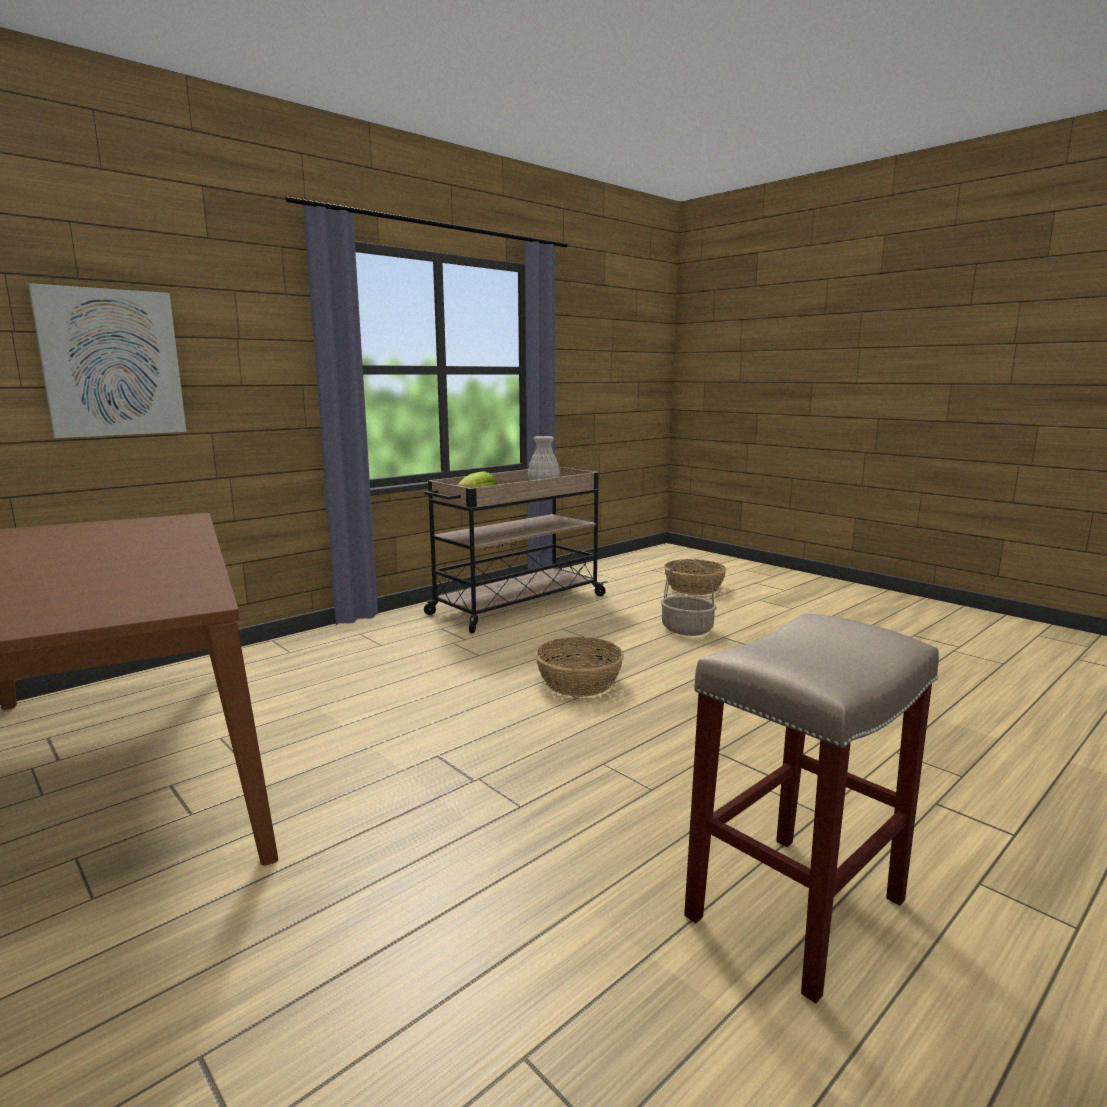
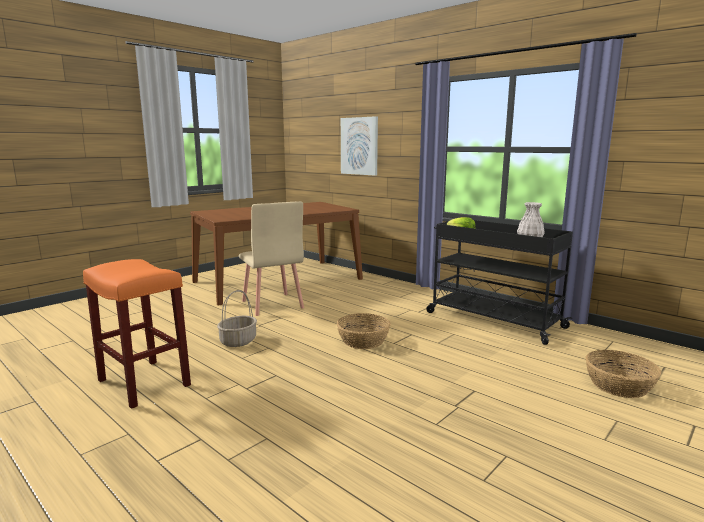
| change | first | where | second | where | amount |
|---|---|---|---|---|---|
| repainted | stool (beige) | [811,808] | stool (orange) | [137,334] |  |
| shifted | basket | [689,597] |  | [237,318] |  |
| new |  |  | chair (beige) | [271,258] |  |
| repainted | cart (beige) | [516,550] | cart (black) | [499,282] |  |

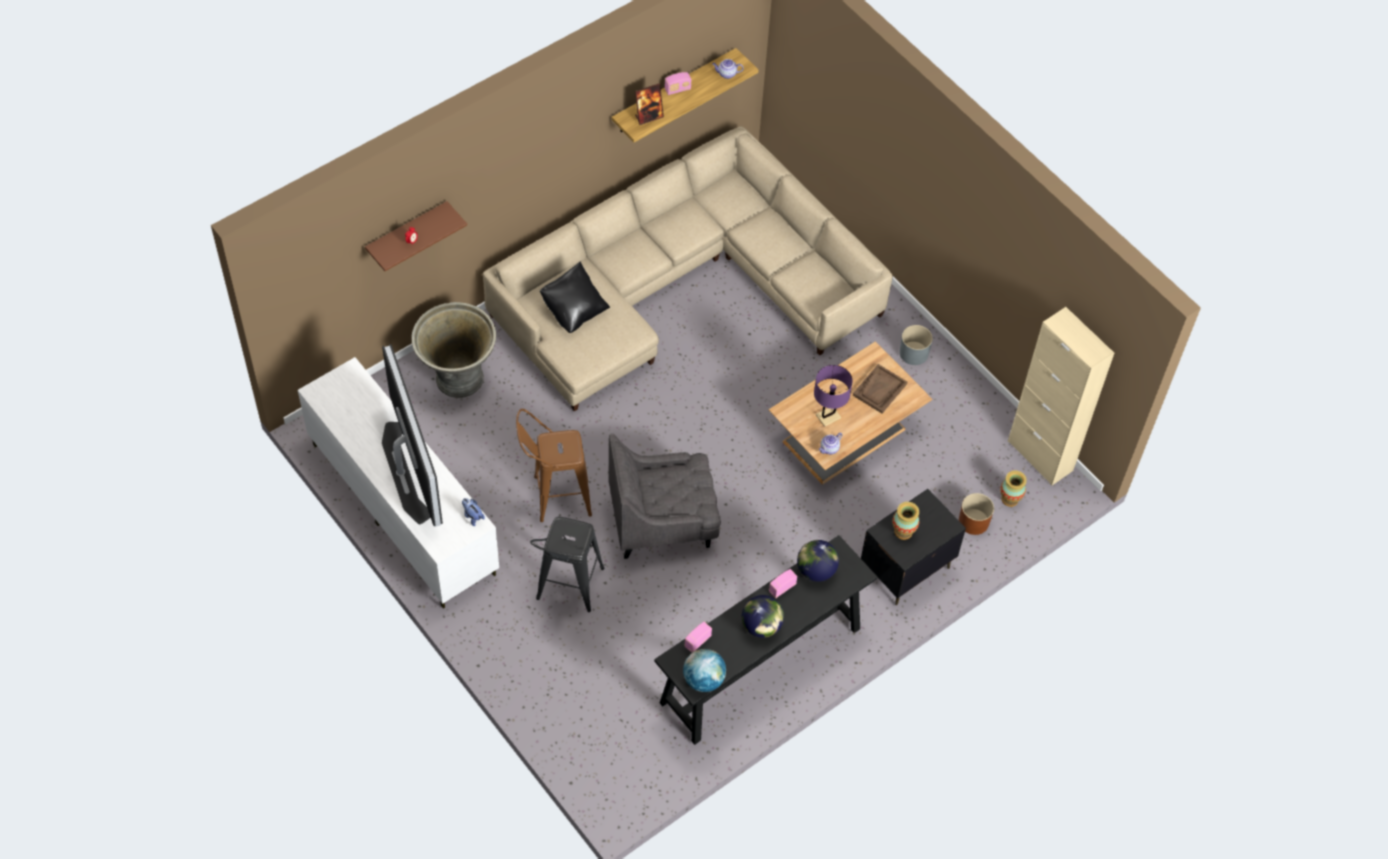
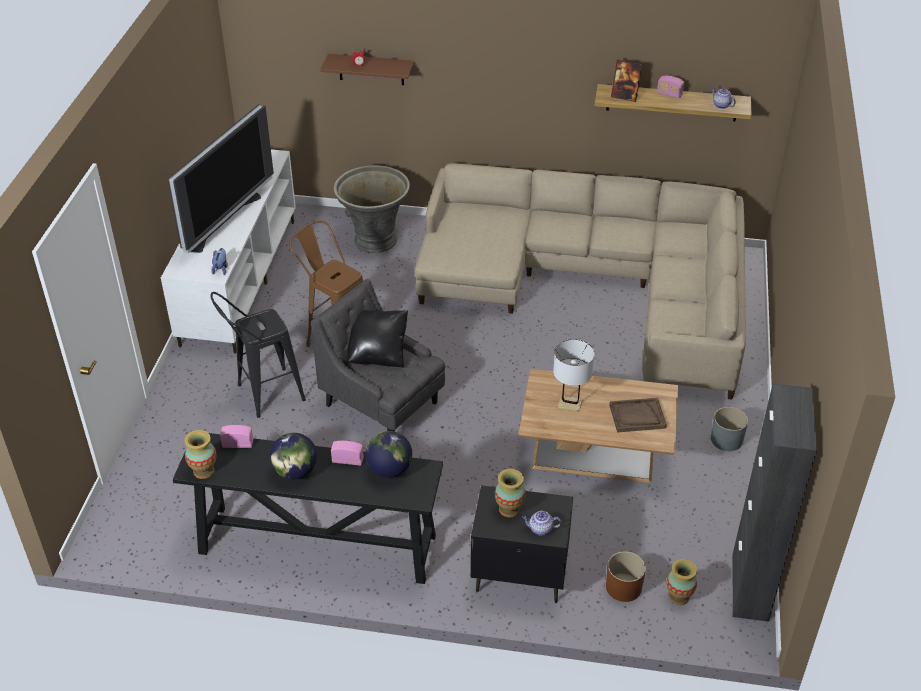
| change | first | where | second | where | amount |
|---|---|---|---|---|---|
| swapped | globe | [704,670] | vase | [200,454] |  |
| shifted | pillow (black) | [575,297] |  | [377,339] |  |
| shifted | teapot | [830,443] |  | [542,523] |  |
| repainted | table lamp (purple) | [833,396] | table lamp (white) | [574,375] |  |
| repainted | cabinet (beige) | [1061,396] | cabinet (black) | [774,503] |  |

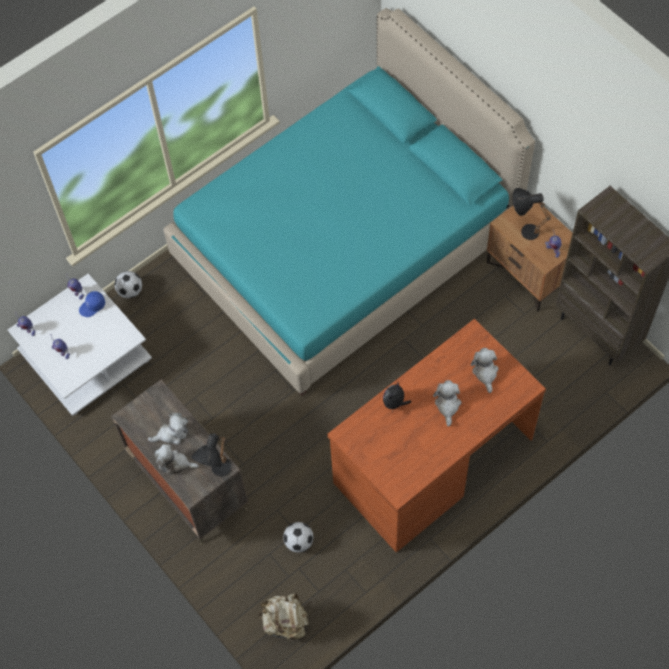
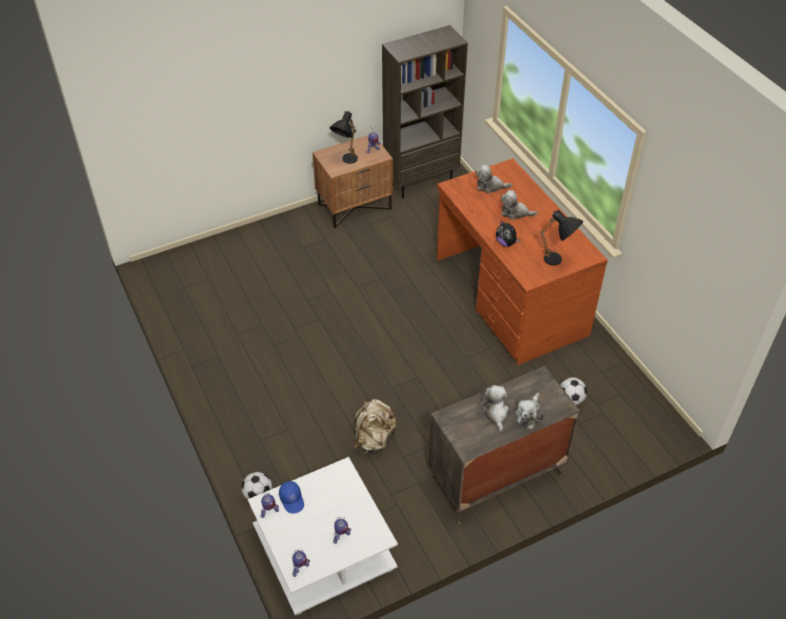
| change | first | where | second | where | amount |
|---|---|---|---|---|---|
| shifted | backpack (beige) | [283,618] |  | [375,426] |  |
| shifted | table lamp (black) | [211,455] |  | [561,237] |  |
| gone | bed (turquoise) | [349,202] |  |  |  |

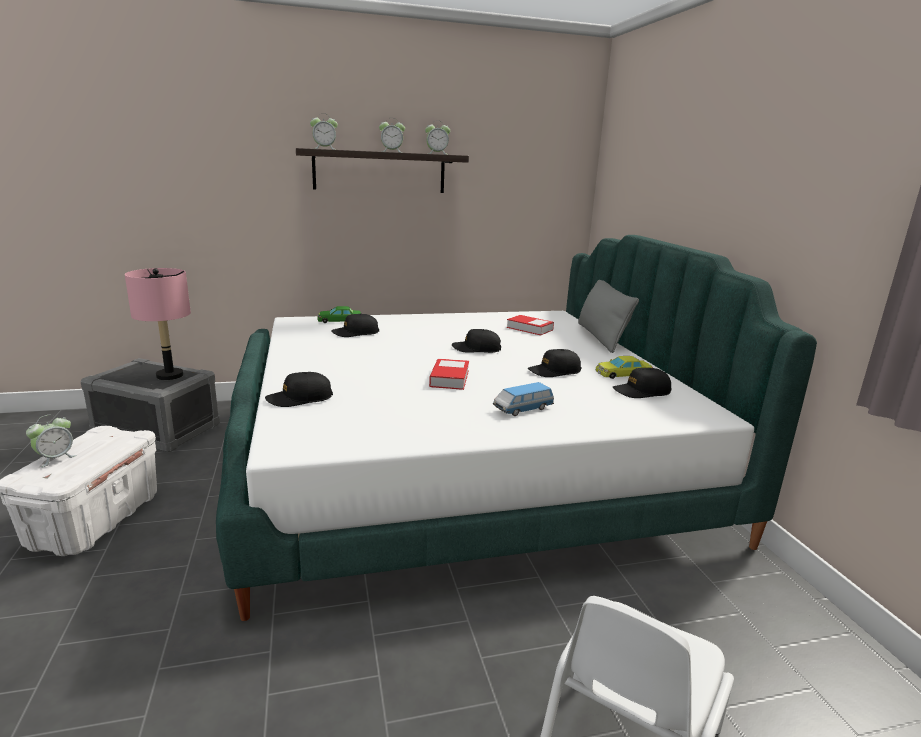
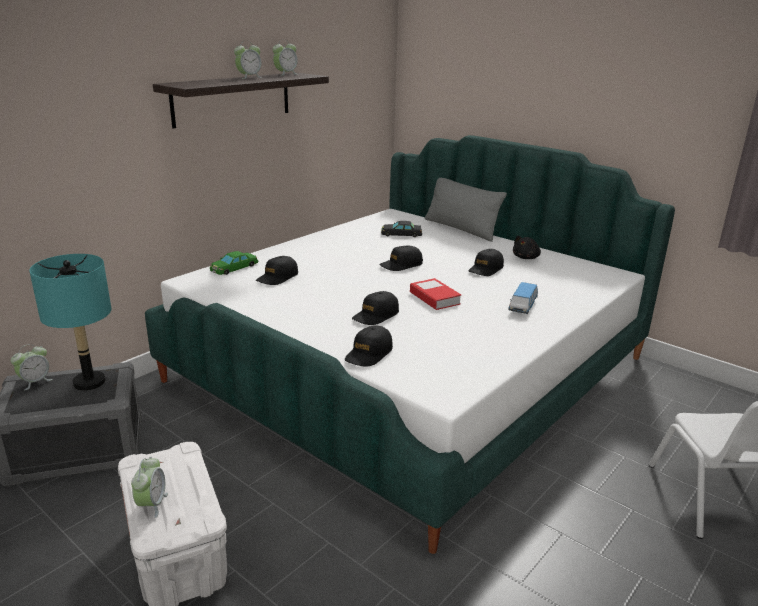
| change | first | where | second | where | amount |
|---|---|---|---|---|---|
| shifted | alarm clock | [324,131] |  | [32,367] |  |
| repainted | table lamp (pink) | [158,324] | table lamp (turquoise) | [70,322] |  |
| shifted | cap (black) | [642,383] |  | [375,308] |  |
| swapped | book | [530,325] | toy car (black) | [401,229] |  |
| swapped | toy car (yellow) | [624,367] | plush toy (black) | [527,247] |  |

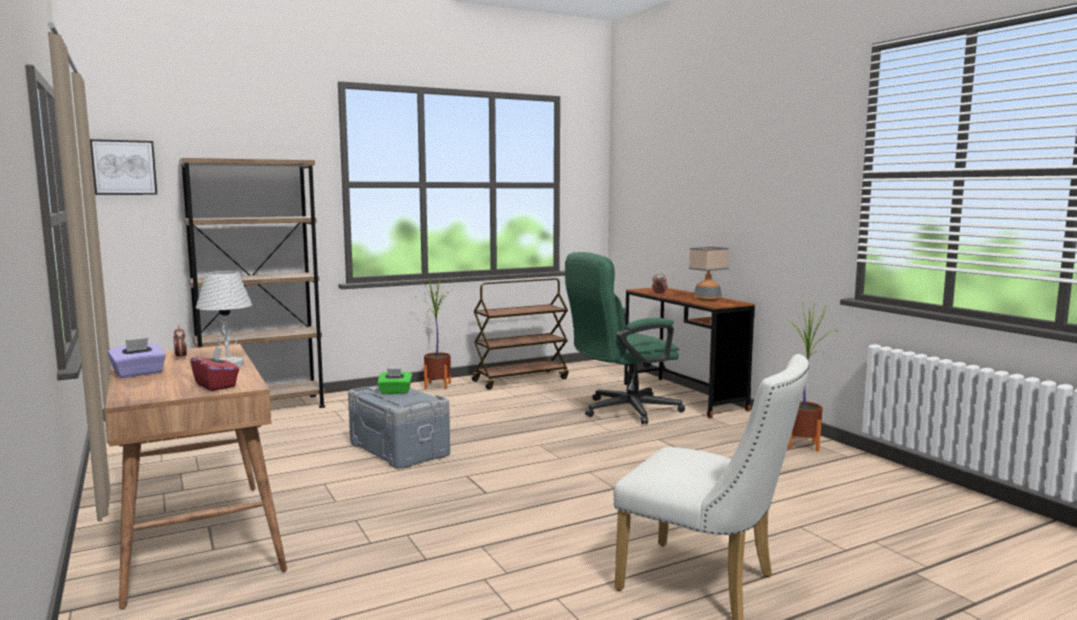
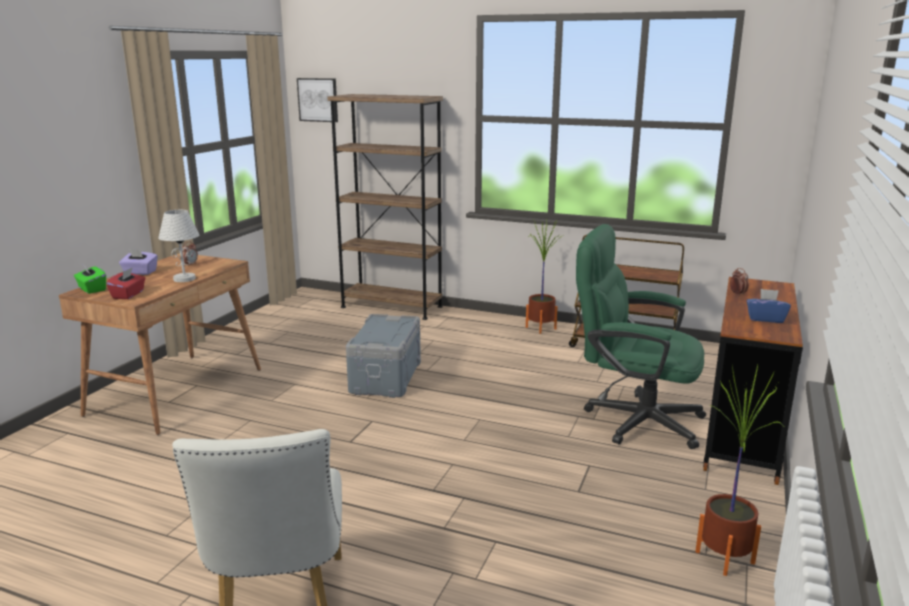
| change | first | where | second | where | amount |
|---|---|---|---|---|---|
| shifted | tissue box (green) | [394,381] |  | [90,279] |  |
| swapped | table lamp | [709,274] | tissue box (blue) | [769,306] |  |

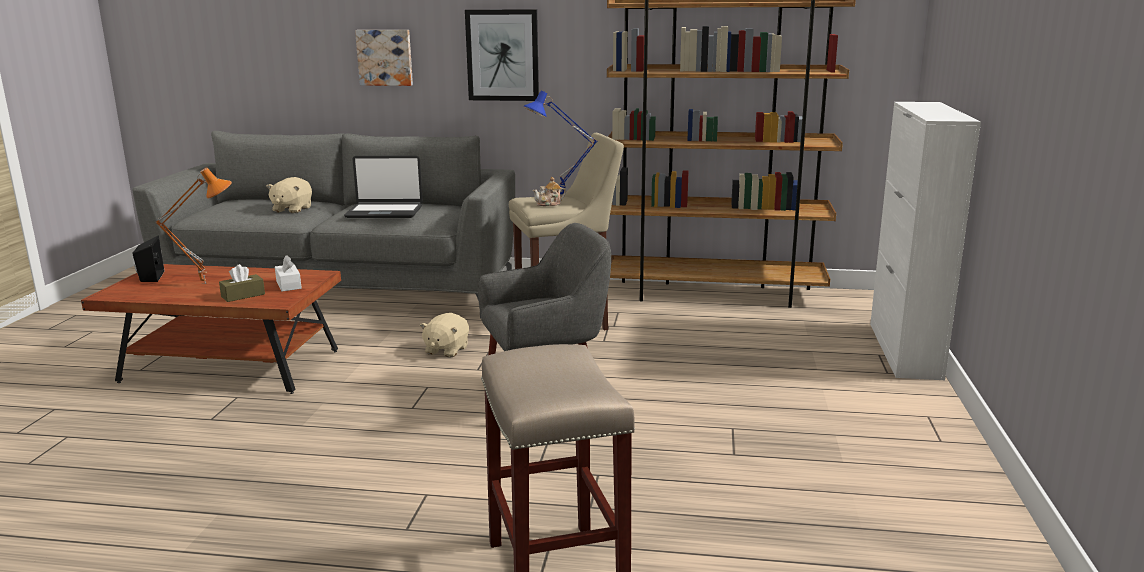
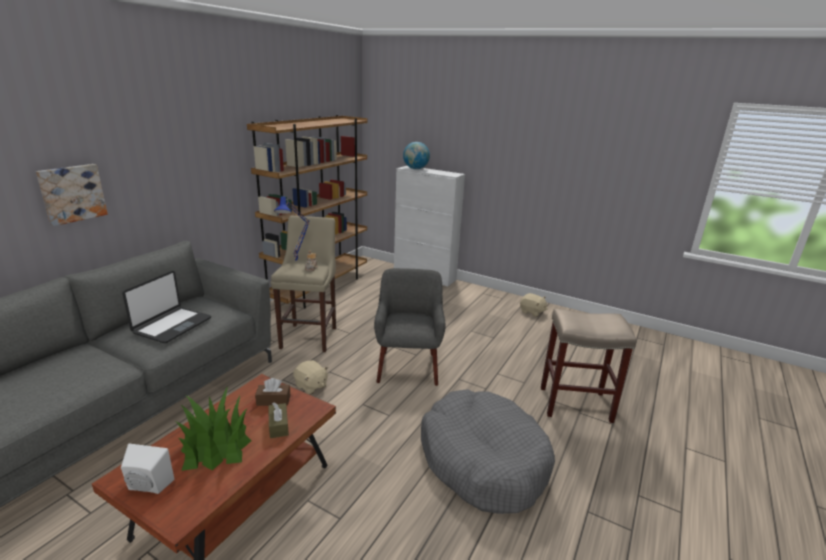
| change | first | where | second | where | amount |
|---|---|---|---|---|---|
| repainted | speaker (black) | [148,258] | speaker (white) | [148,469] |  |
| swapped | table lamp (orange) | [193,225] | potted plant | [212,428] |  |
| repainted | tissue box (white) | [288,273] | tissue box (brown) | [272,392] |  |
| new |  |  | globe | [416,155] |  |
| new |  |  | dog bed (grey) | [488,451] |  |
| shifted | plush toy (beige) | [289,195] |  | [534,305] |  |
| gone | picture | [502,55] |  |  |  |

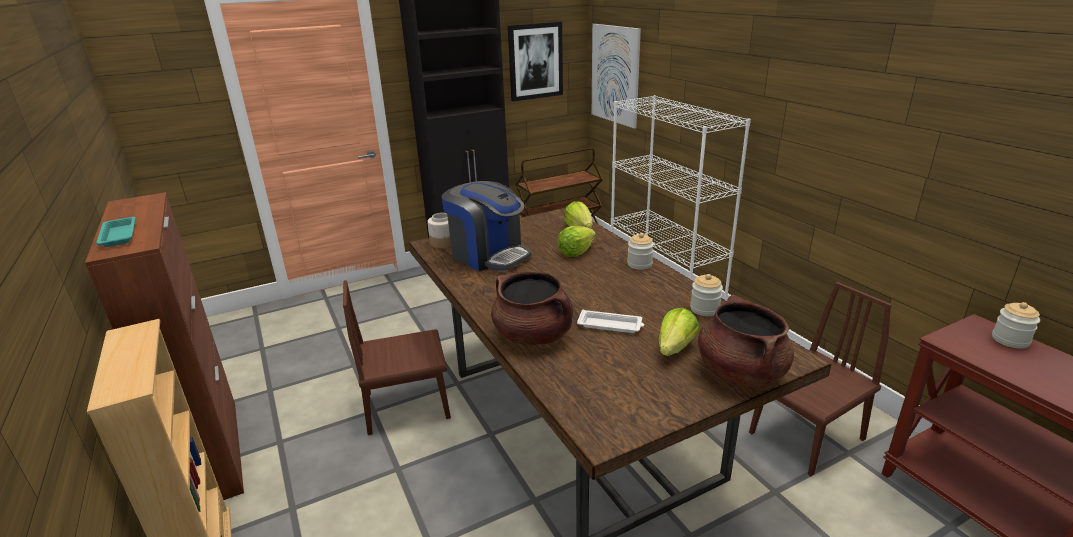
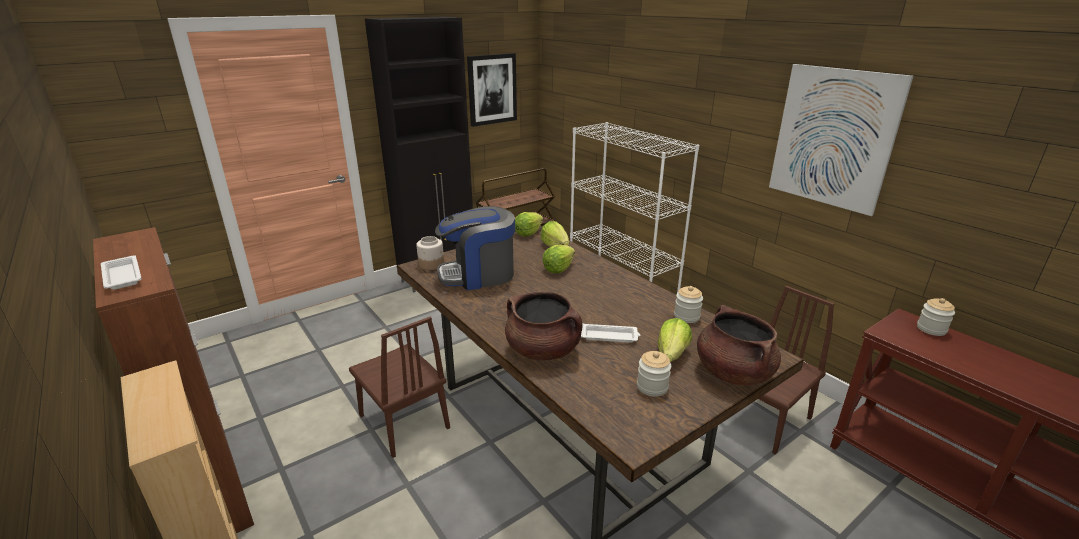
| change | first | where | second | where | amount |
|---|---|---|---|---|---|
| repainted | tray (turquoise) | [116,232] | tray (white) | [121,273] |  |
| rotated | chair (brown) | [397,357] |  | [399,387] | 105 degrees counterclockwise |
| rotated | coffee machine | [486,226] |  | [475,248] | 135 degrees clockwise |
| new |  |  | lettuce | [529,224] |  |
| shifted | jar | [640,251] |  | [654,374] |  |
| shifted | picture | [616,76] |  | [841,140] |  |

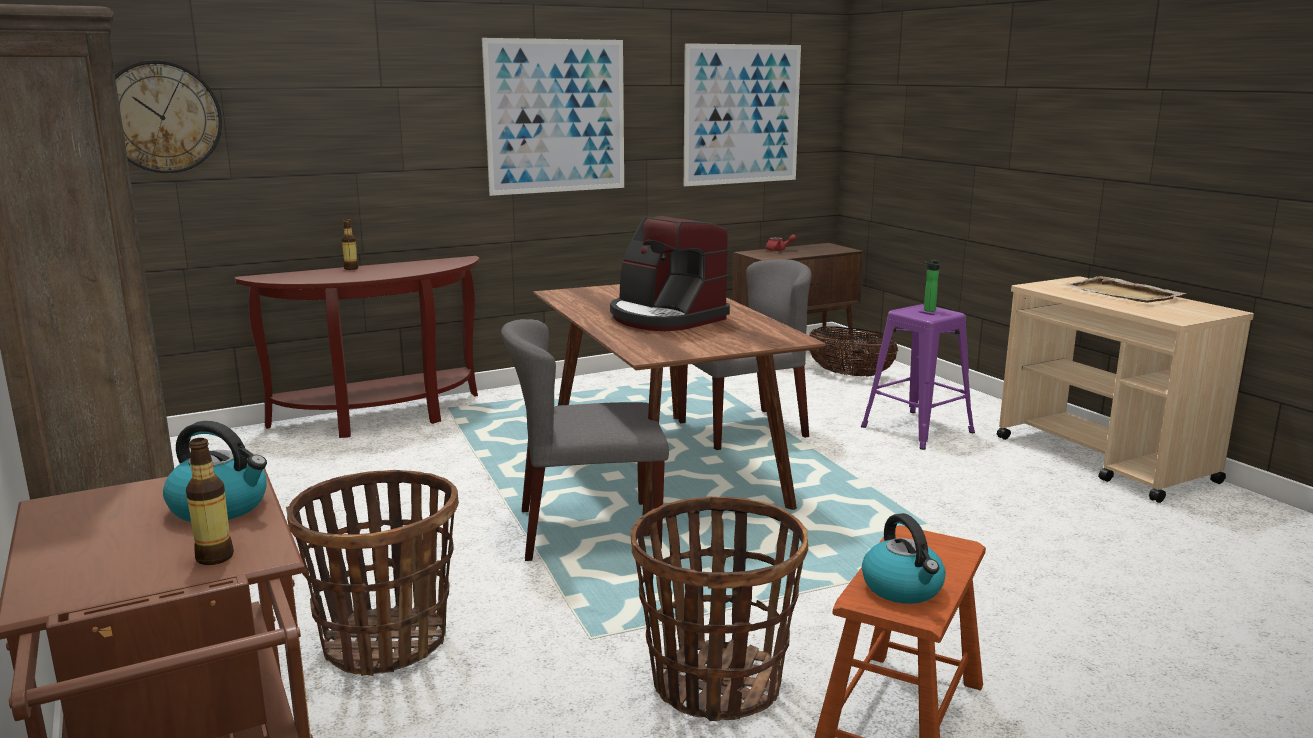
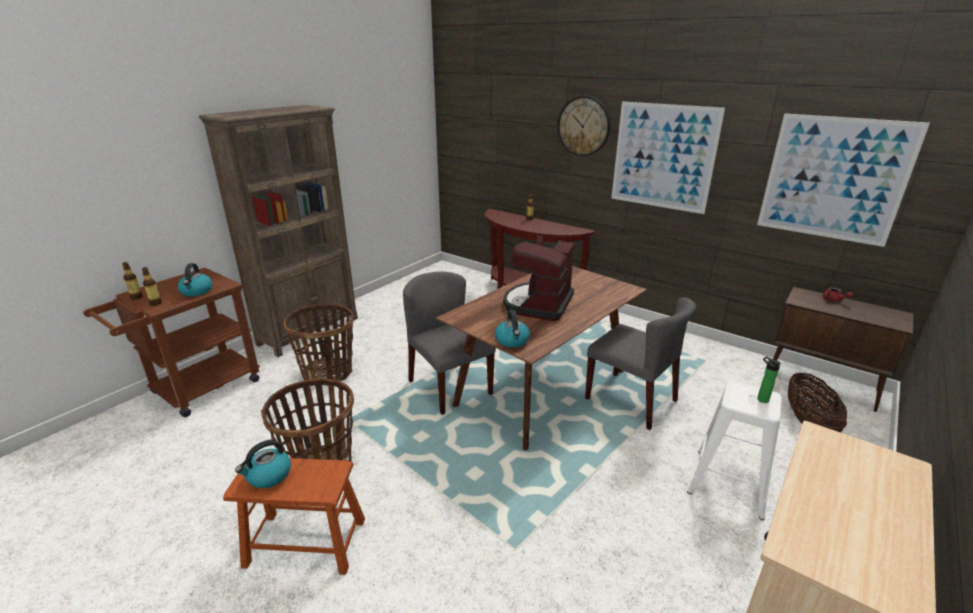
| change | first | where | second | where | amount |
|---|---|---|---|---|---|
| new |  |  | bottle | [132,281] |  |
| new |  |  | kettle | [512,328] |  |
| shifted | wall clock | [168,116] |  | [583,126] |  |
| repainted | stool (purple) | [918,377] | stool (white) | [734,450] |  |
| gone | tray (beige) | [1124,289] |  |  |  |

